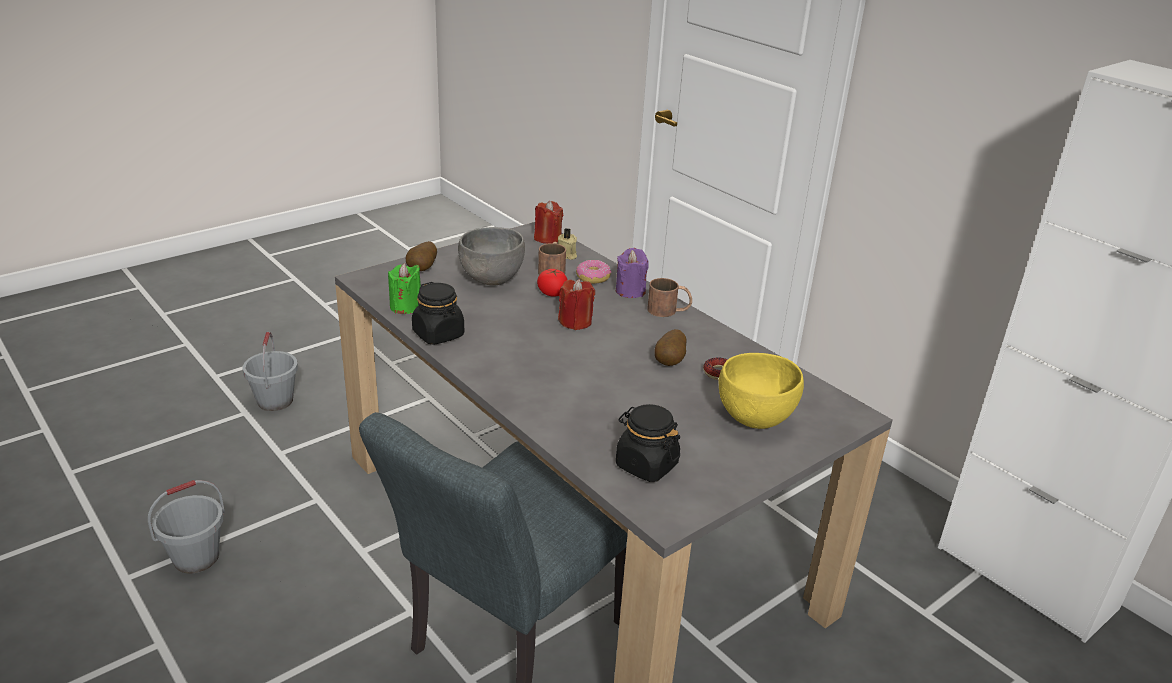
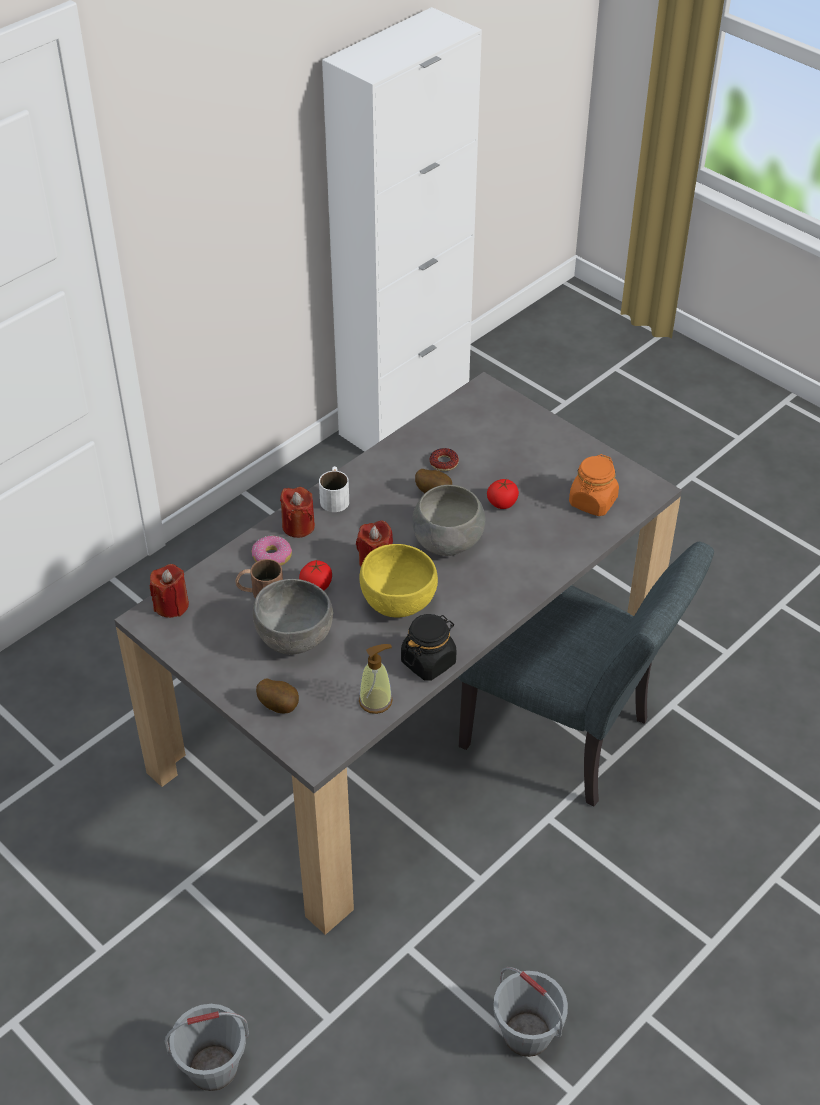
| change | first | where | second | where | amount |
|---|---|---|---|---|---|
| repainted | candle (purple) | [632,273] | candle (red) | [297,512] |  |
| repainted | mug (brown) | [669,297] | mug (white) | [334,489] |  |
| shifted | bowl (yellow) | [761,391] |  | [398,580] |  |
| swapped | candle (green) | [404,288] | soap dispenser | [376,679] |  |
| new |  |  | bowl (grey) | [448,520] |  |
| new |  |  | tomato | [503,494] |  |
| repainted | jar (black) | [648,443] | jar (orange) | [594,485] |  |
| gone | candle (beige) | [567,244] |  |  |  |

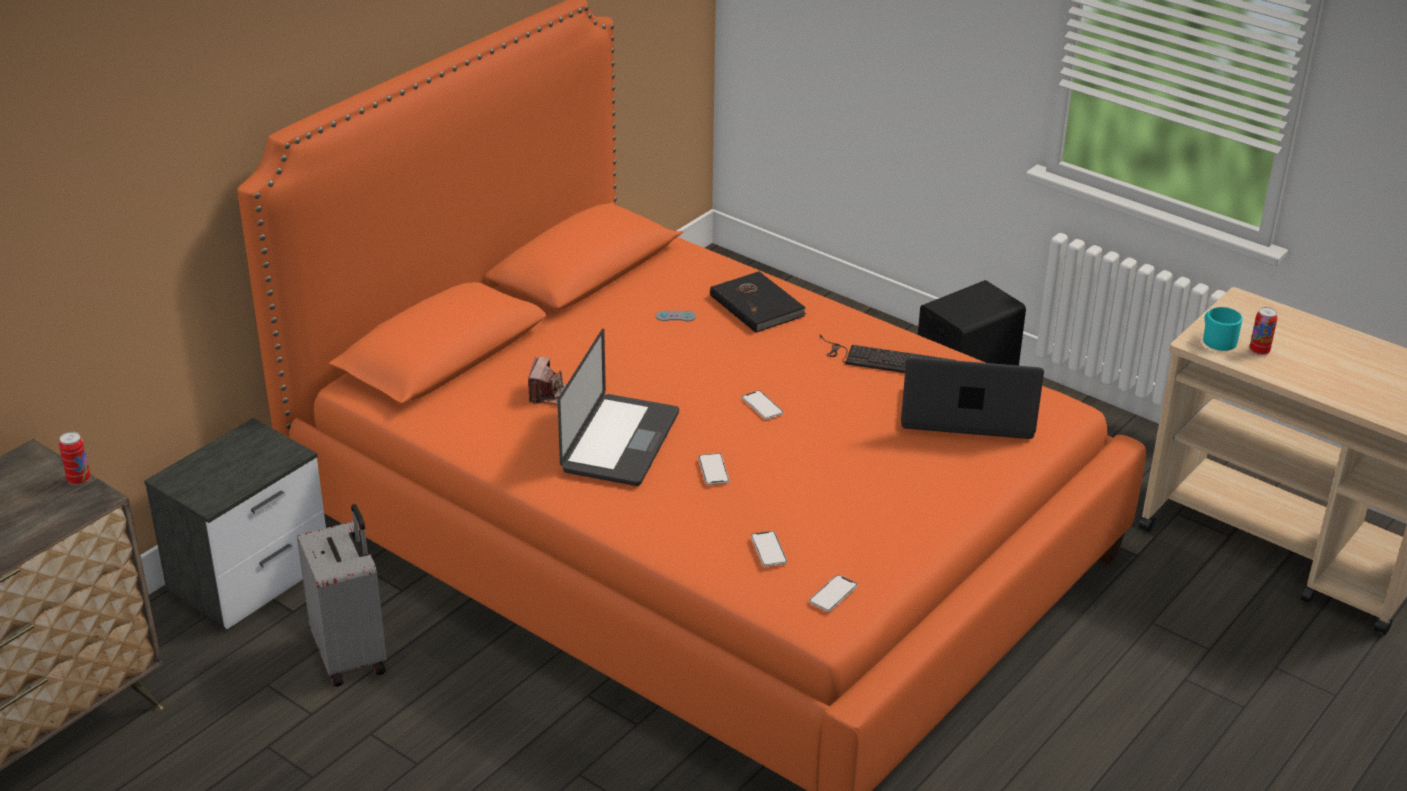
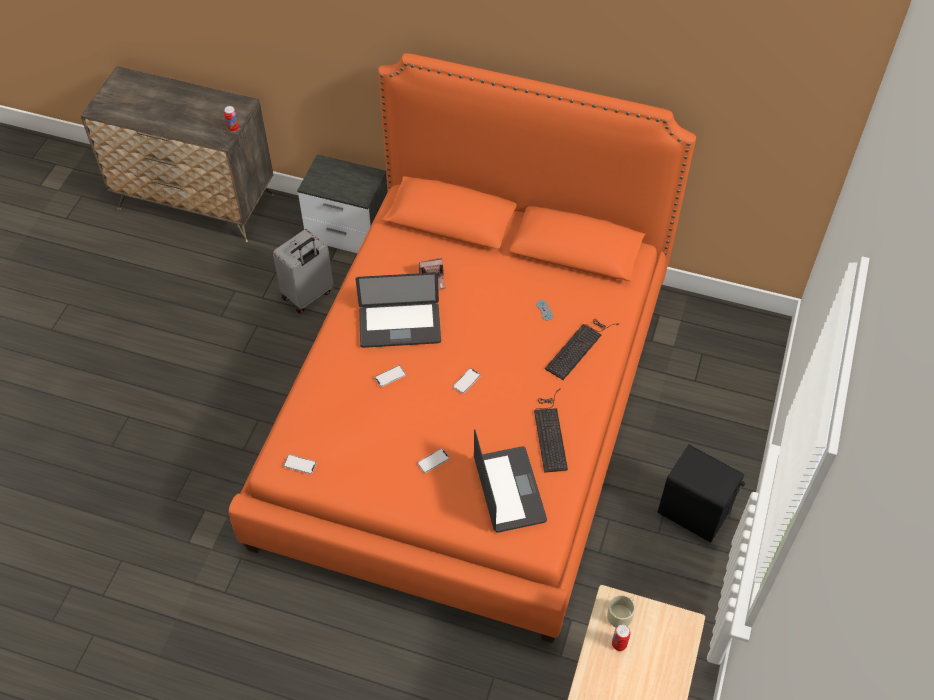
| change | first | where | second | where | amount |
|---|---|---|---|---|---|
| shifted | phone | [769,549] |  | [433,460] |  |
| swapped | book (black) | [758,302] | keyboard | [582,349] |  |
| repainted | mug (turquoise) | [1223,329] | mug (beige) | [621,611] |  |

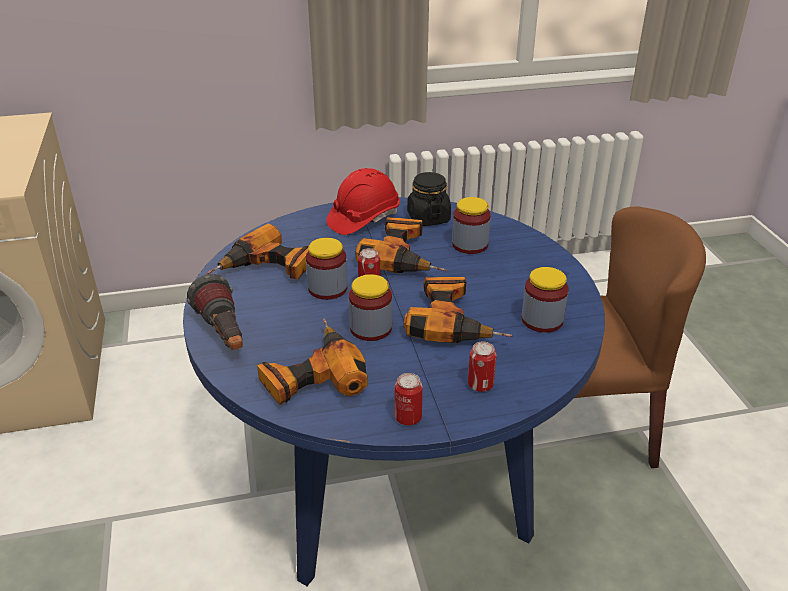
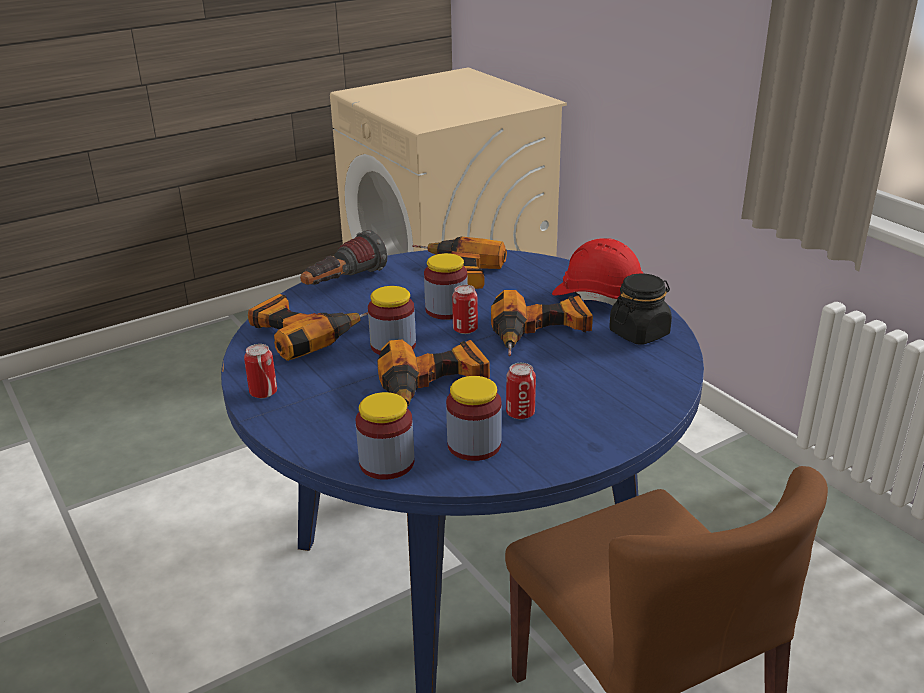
| change | first | where | second | where | amount |
|---|---|---|---|---|---|
| shifted | jar | [471,225] |  | [385,436] |  |
| shifted | can | [482,366] |  | [521,391] |  |

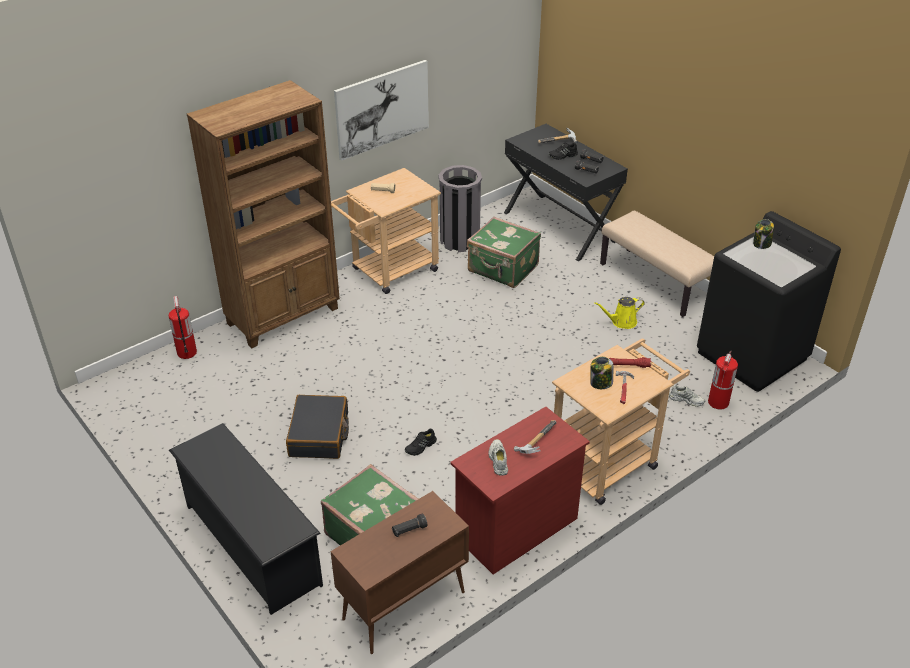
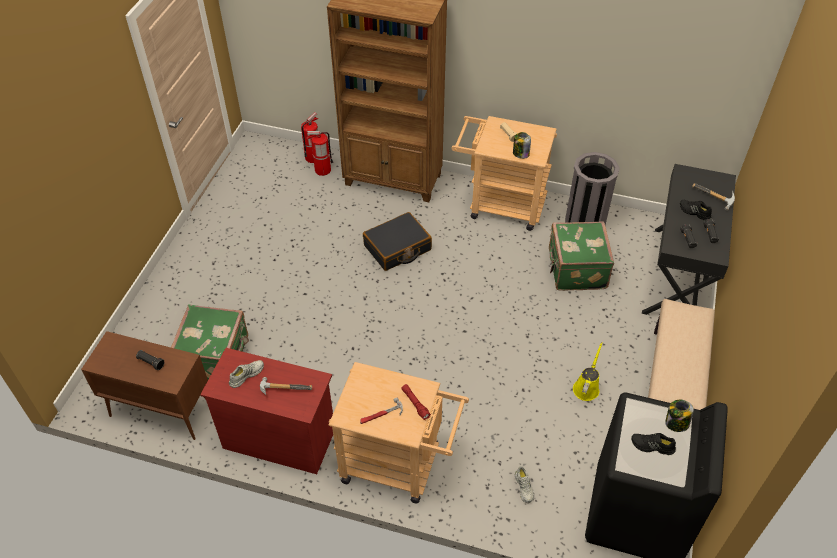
| change | first | where | second | where | amount |
|---|---|---|---|---|---|
| shifted | fire extinguisher | [723,380] |  | [320,153] |  |
| shifted | suitcase (black) | [317,427] |  | [397,241] |  |
| shifted | jar | [601,373] |  | [522,145] |  |
| rotated | watering can (yellow) | [619,313] |  | [588,371] | 75 degrees clockwise |
| shifted | shoe (black) | [421,442] |  | [653,444] |  |
| gone | shoe rack (black) | [246,519] |  |  |  |
| gone | picture | [381,110] |  |  |  |

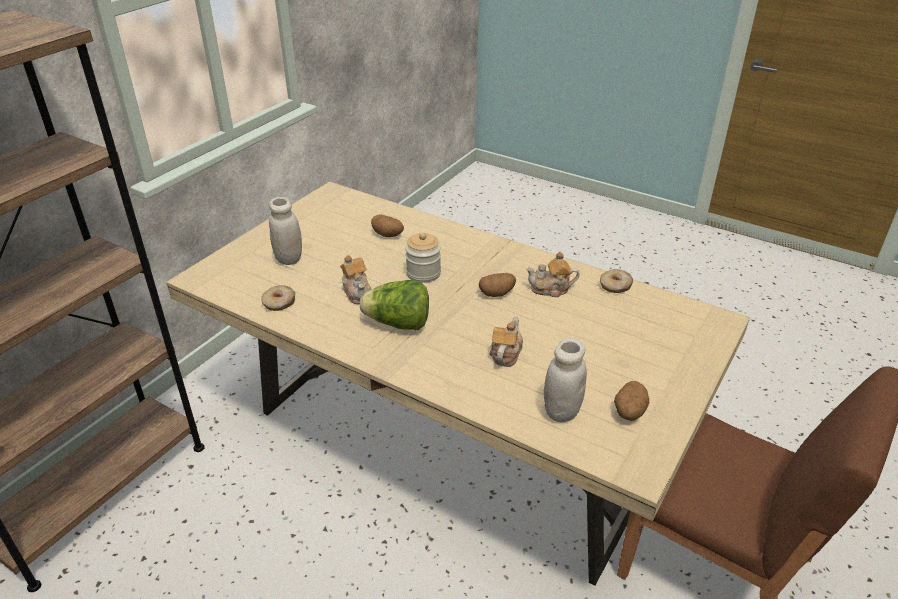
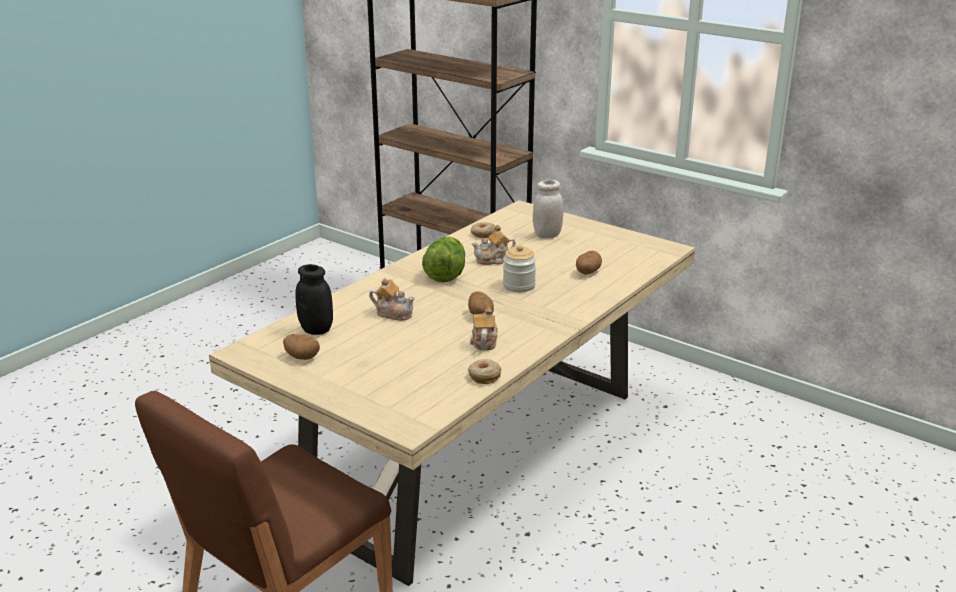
| change | first | where | second | where | amount |
|---|---|---|---|---|---|
| repainted | jar (white) | [565,380] | jar (black) | [314,299] |  |

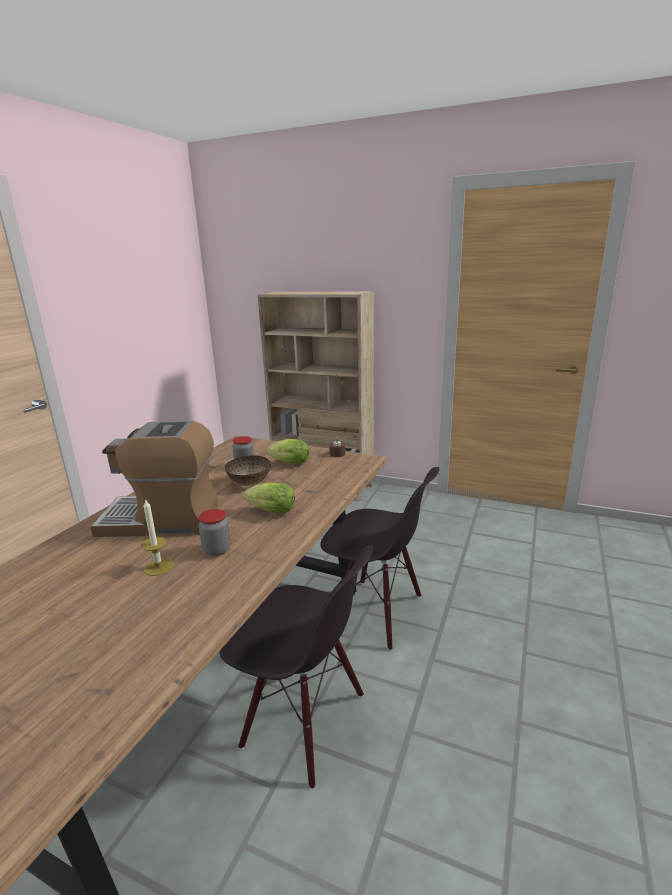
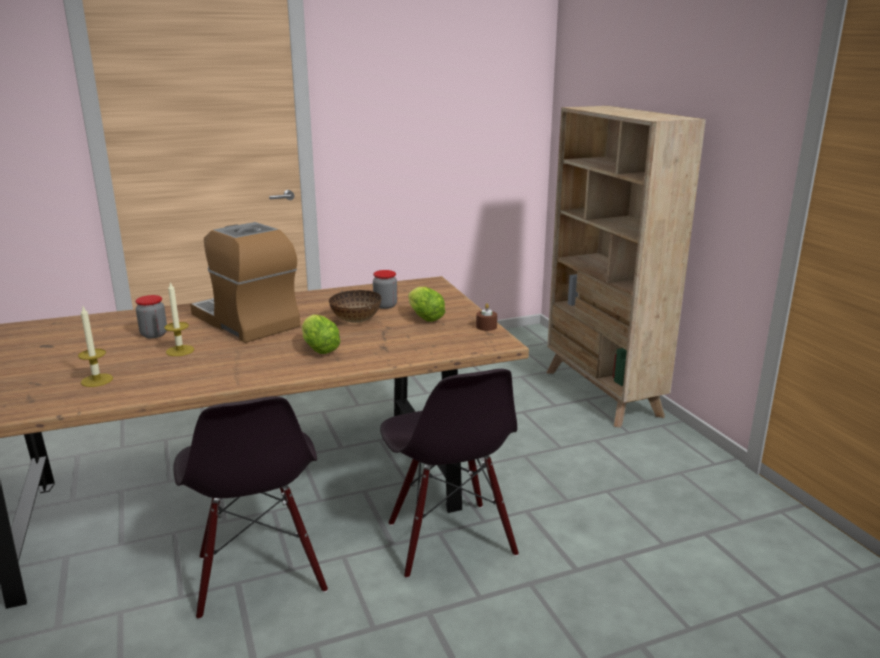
| change | first | where | second | where | amount |
|---|---|---|---|---|---|
| new |  |  | candle | [95,347] |  |
| shifted | jar | [214,532] |  | [151,316] |  |

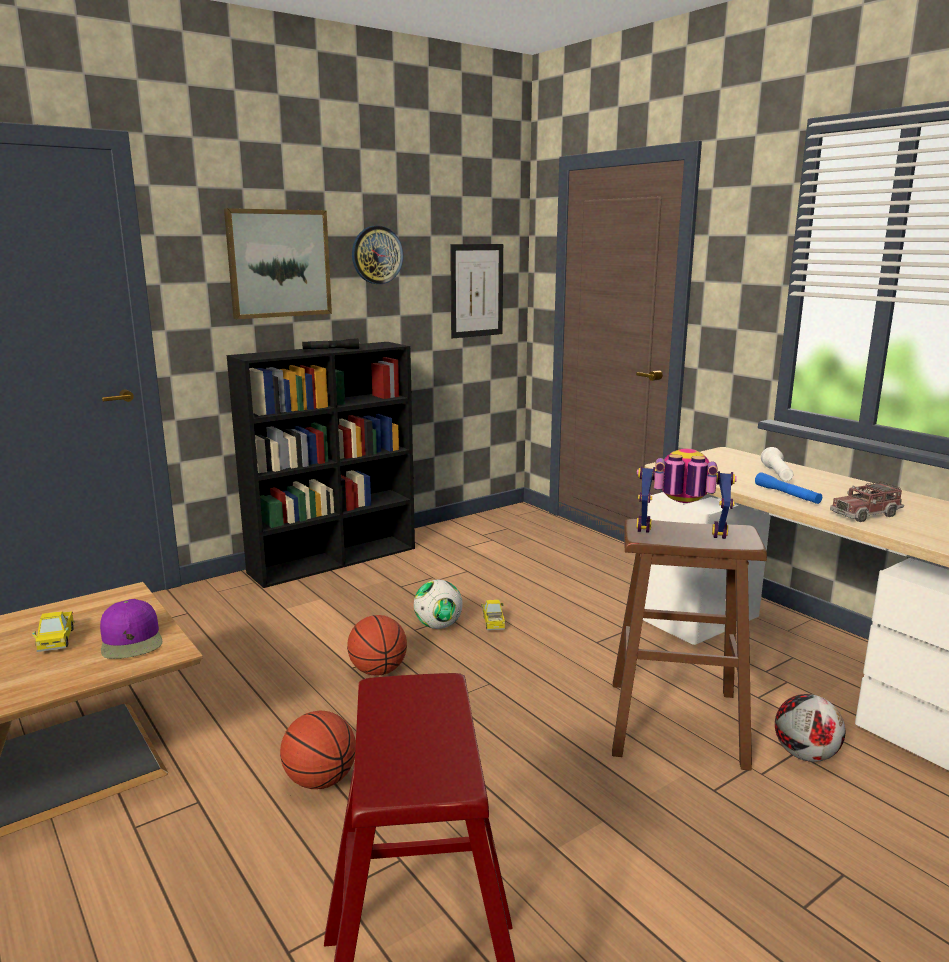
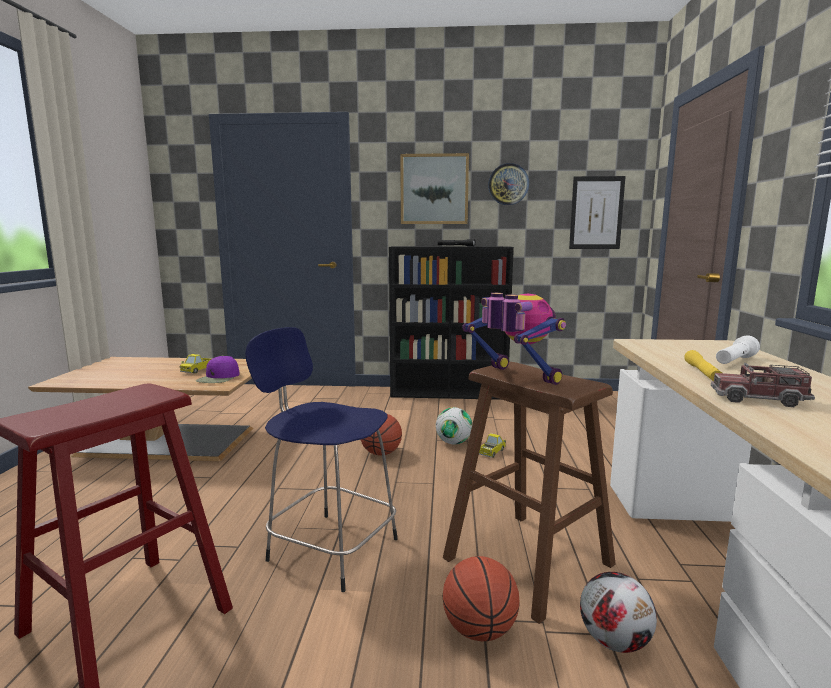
| change | first | where | second | where | amount |
|---|---|---|---|---|---|
| new |  |  | stool (blue) | [321,459] |  |
| shifted | basketball | [318,749] |  | [481,598] |  |
| repainted | flashlight (blue) | [788,488] | flashlight (yellow) | [703,365] |  |

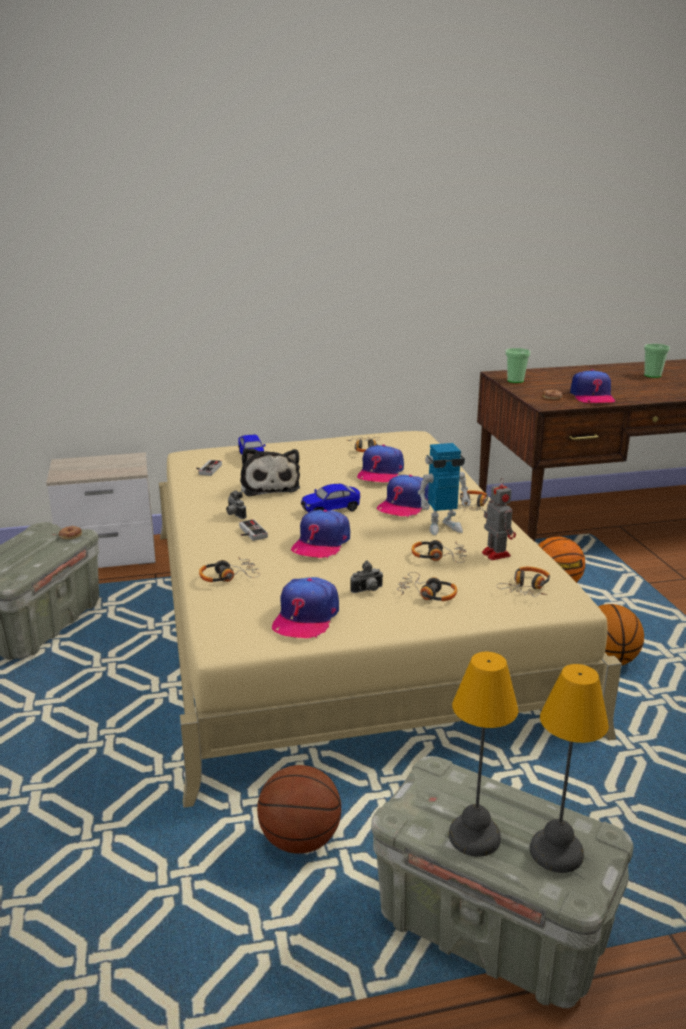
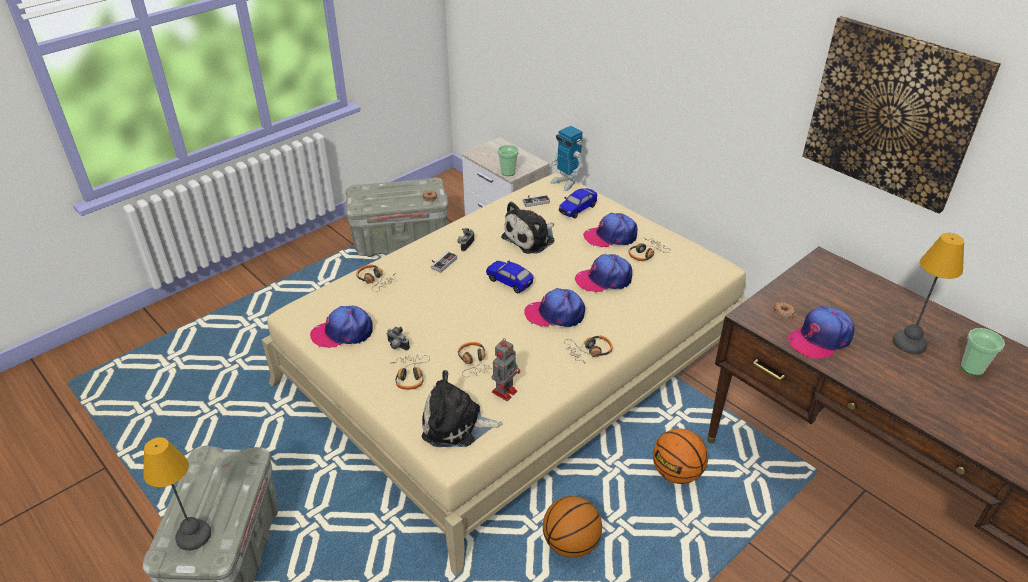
| change | first | where | second | where | amount |
|---|---|---|---|---|---|
| swapped | headphones | [523,582] | plush toy | [462,408] |  |
| shifted | cup | [518,365] |  | [508,160] |  |
| shifted | toy robot | [444,489] |  | [567,158] |  |
| shifted | cap | [320,534] |  | [610,230] |  |
| new |  |  | picture | [901,115] |  |
| shifted | table lamp | [483,754] |  | [928,293] |  |
| gone | basketball | [299,809] |  |  |  |

